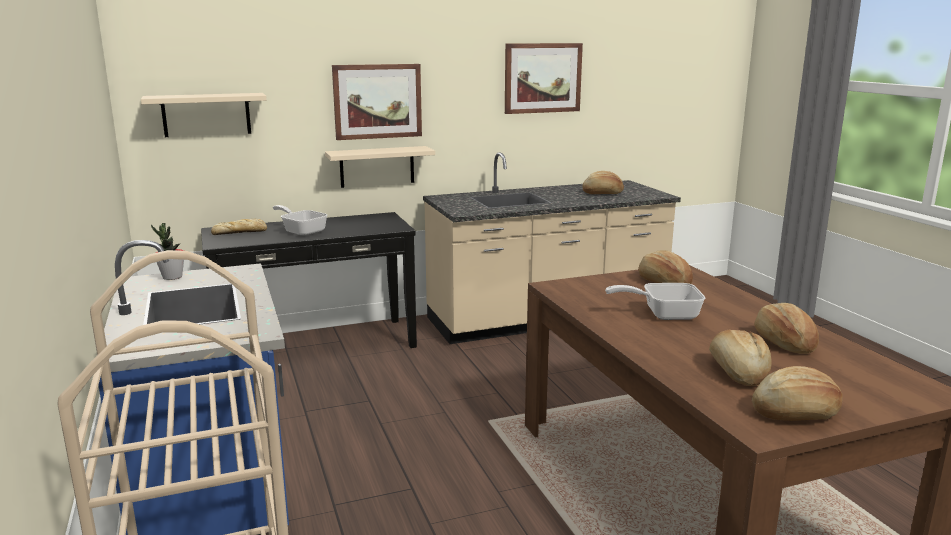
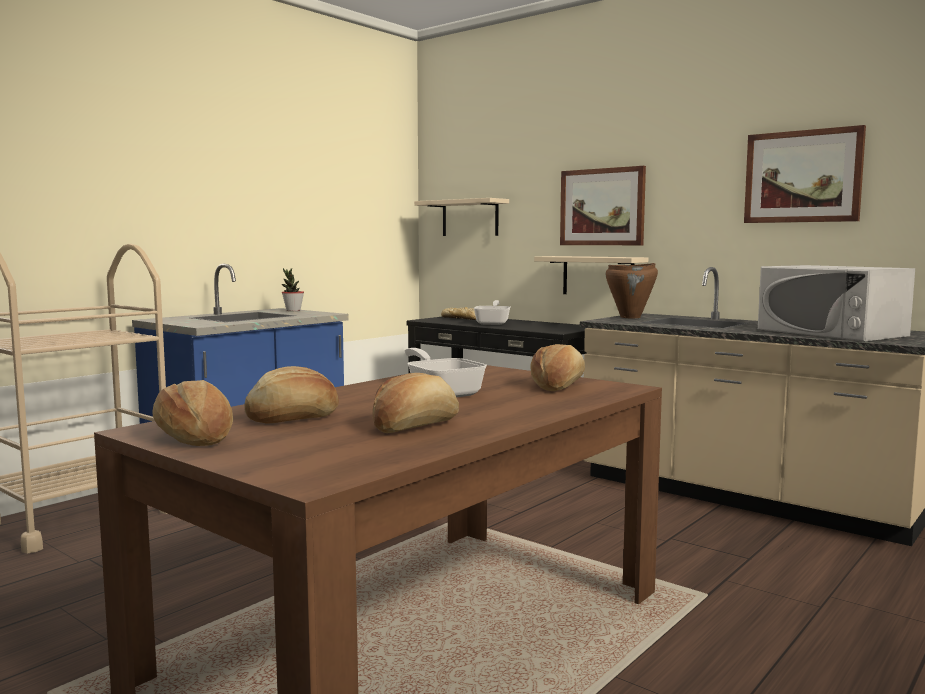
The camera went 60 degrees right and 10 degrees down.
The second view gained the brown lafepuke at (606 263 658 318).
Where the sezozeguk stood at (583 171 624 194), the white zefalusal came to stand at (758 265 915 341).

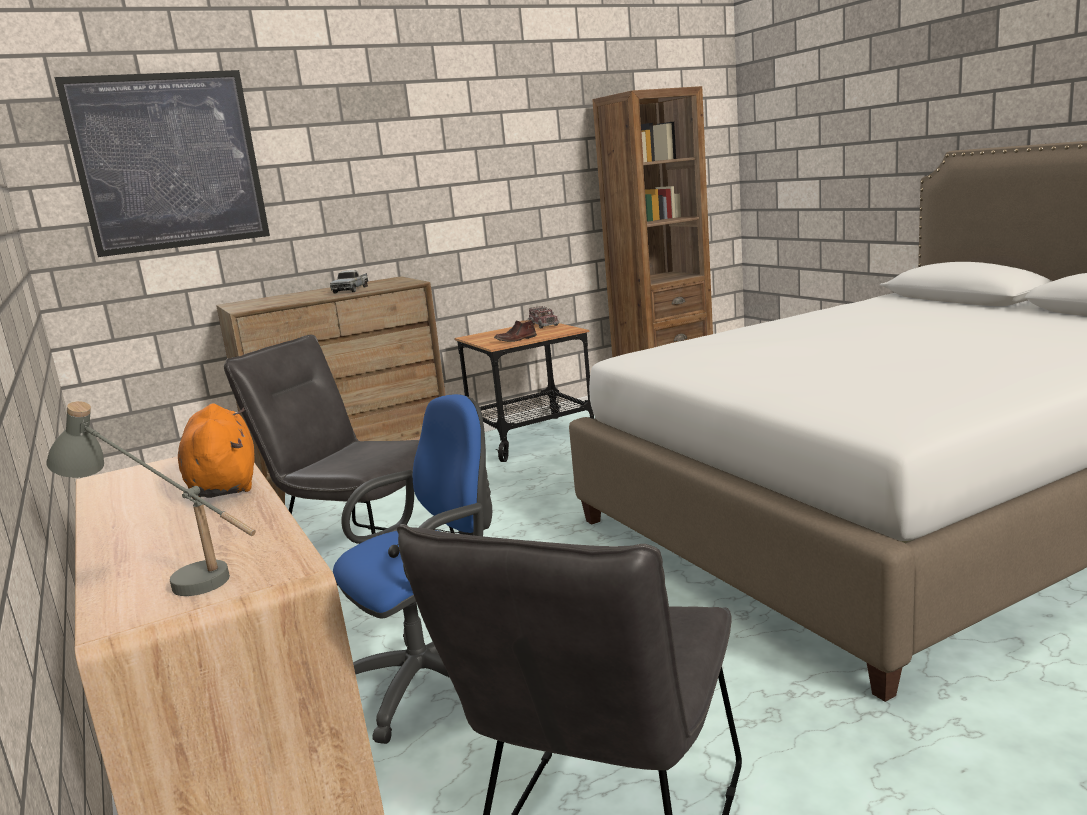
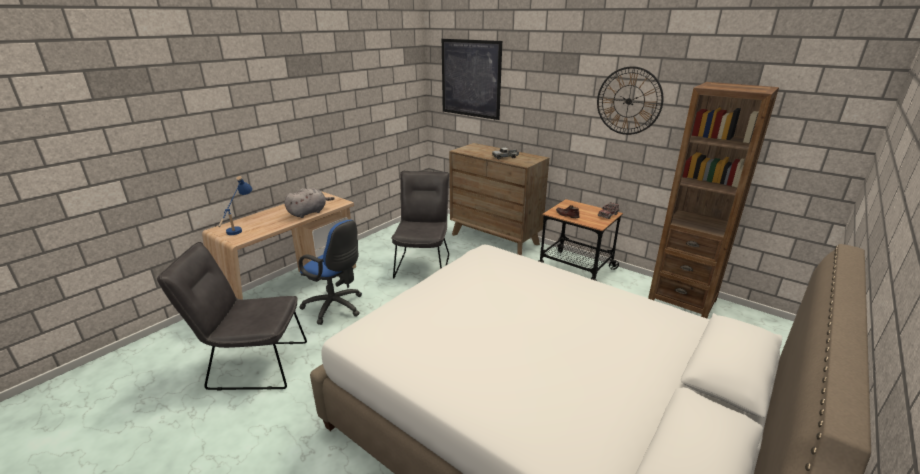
The camera went 65 degrees right and 10 degrees up.
What was the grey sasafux at (46 401 256 596) turned into the blue sasafux at (218 176 252 235).
What was the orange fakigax at (178 403 255 500) turned into the grey fakigax at (284 188 335 218).
The second view gained the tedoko at (597 66 664 135).

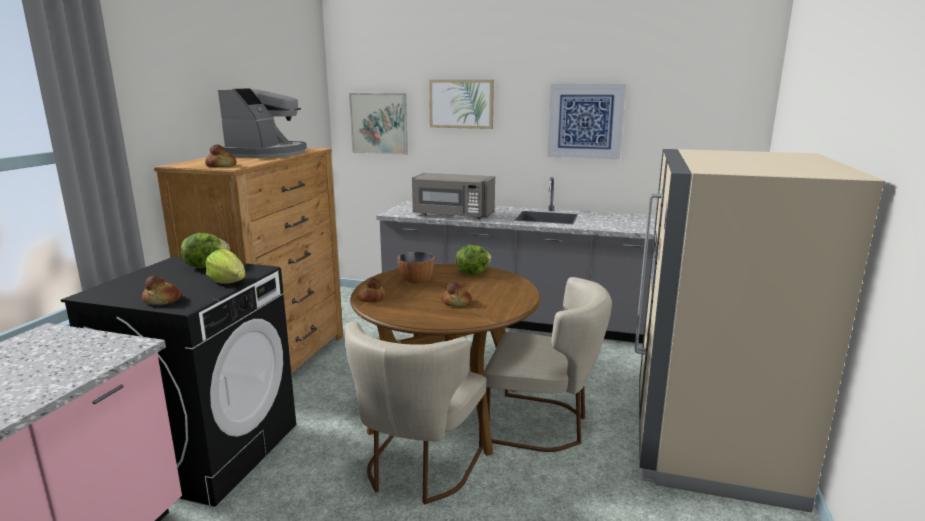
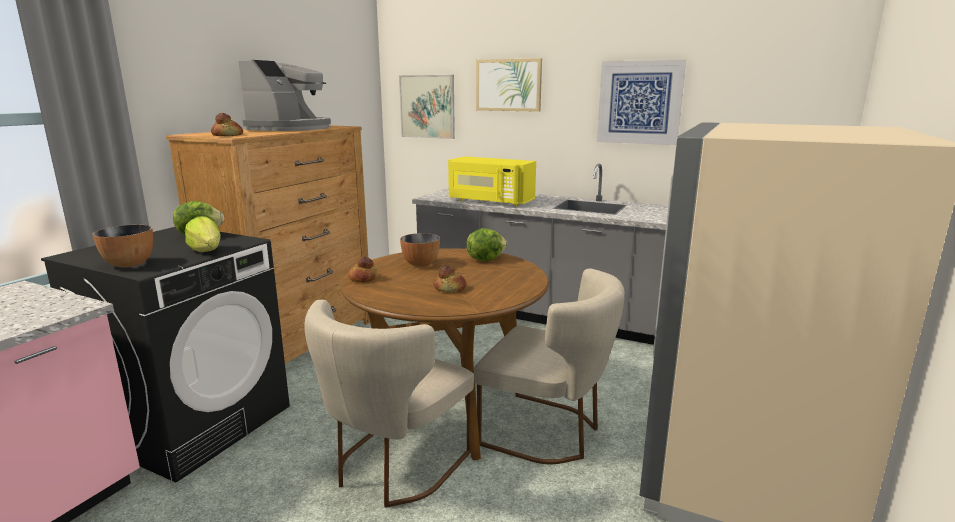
The camera went 10 degrees right and 0 degrees up.
Where the sezozeguk stood at (142 275 181 305), the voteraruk came to stand at (93 225 153 268).
What was the grey zefalusal at (412 173 495 219) turned into the yellow zefalusal at (448 157 536 206).

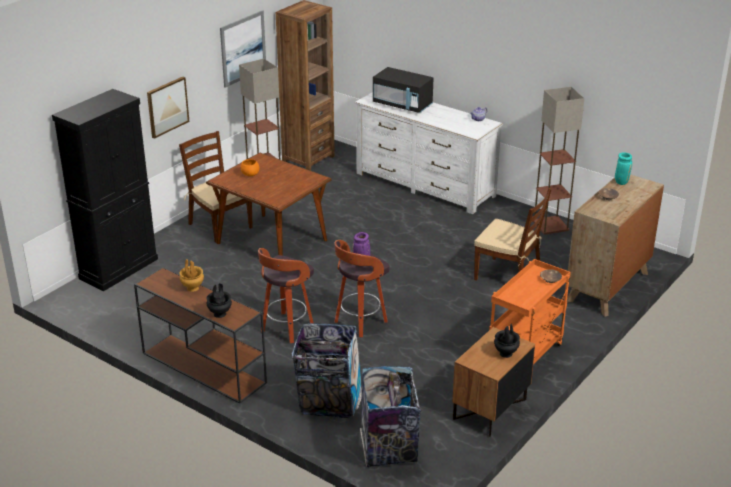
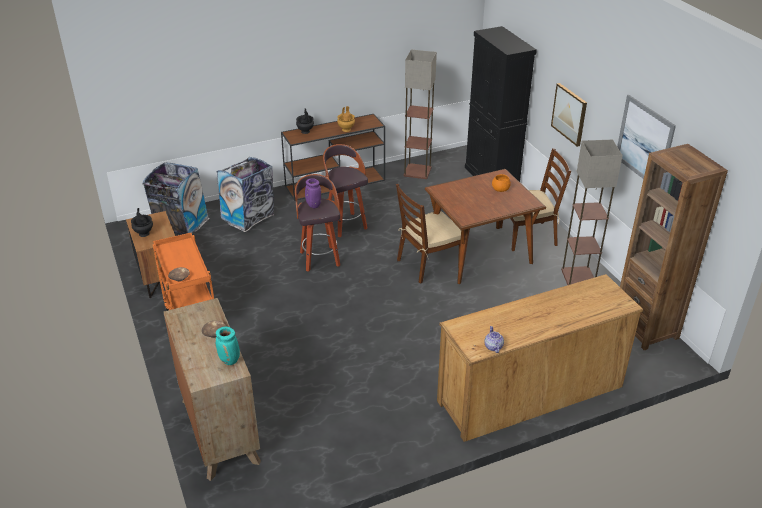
The camera went 120 degrees right and 5 degrees up.
The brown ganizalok ended up elsewhere, having gone from (474 188 551 281) to (396 184 461 284).
The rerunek ended up elsewhere, having gone from (533 87 585 235) to (404 50 437 179).
What was the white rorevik at (355 92 503 214) turned into the brown rorevik at (437 274 643 442).
The second view lost the black zefalusal at (373 67 433 113).

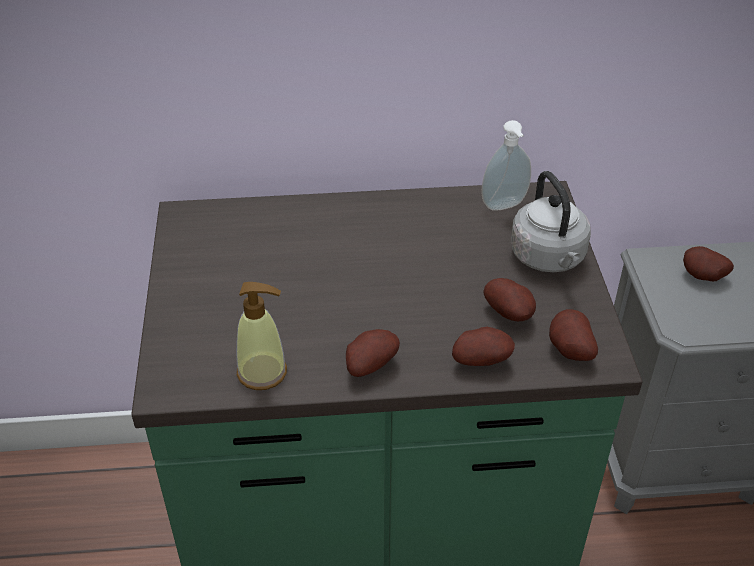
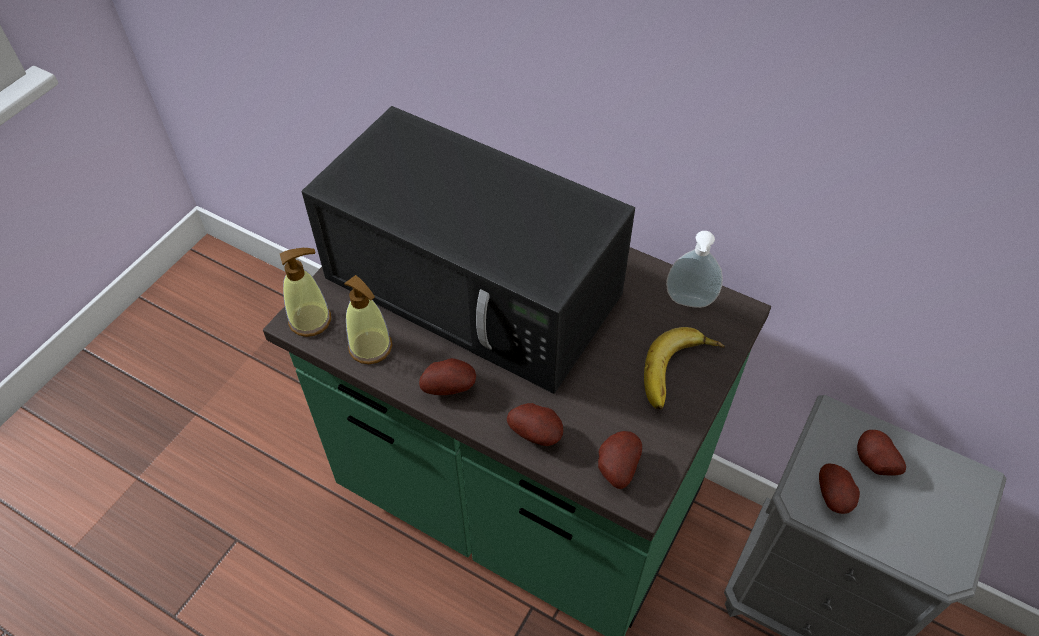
The camera went 35 degrees right and 10 degrees up.
The second view gained the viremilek at (280 248 331 337).
The second view gained the black zefalusal at (301 106 635 394).
Where the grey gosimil stood at (511 171 591 272), the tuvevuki came to stand at (644 327 725 410).
The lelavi ended up elsewhere, having gone from (483 278 536 321) to (819 463 860 514).

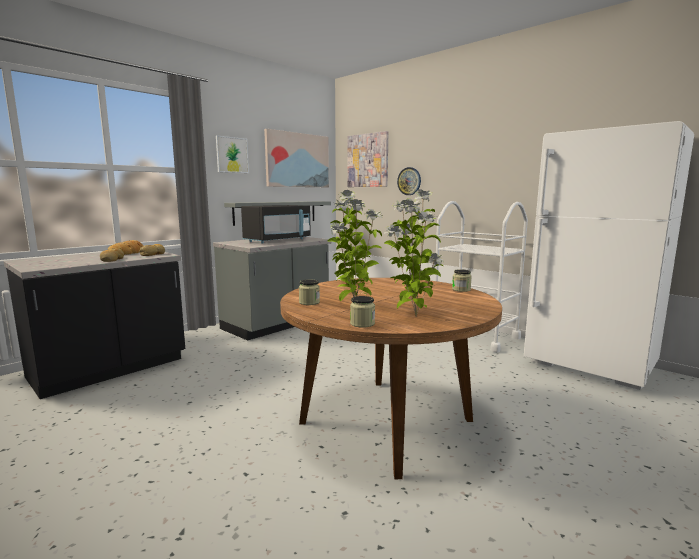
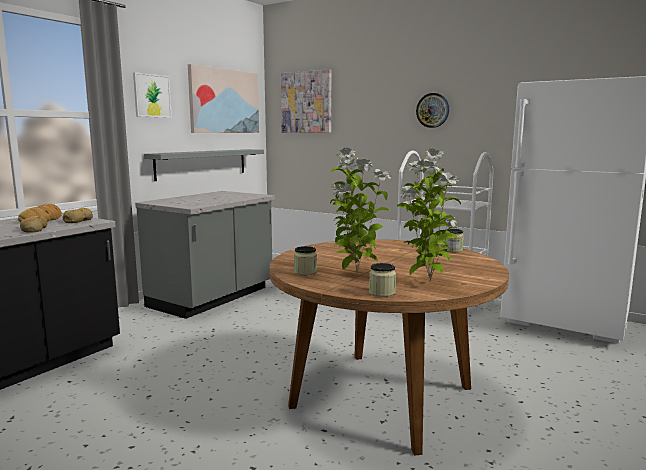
The camera went 10 degrees left and 0 degrees up.
The tedoko ended up elsewhere, having gone from (397 167 421 195) to (416 93 449 128).
The second view lost the black zefalusal at (241 205 311 243).

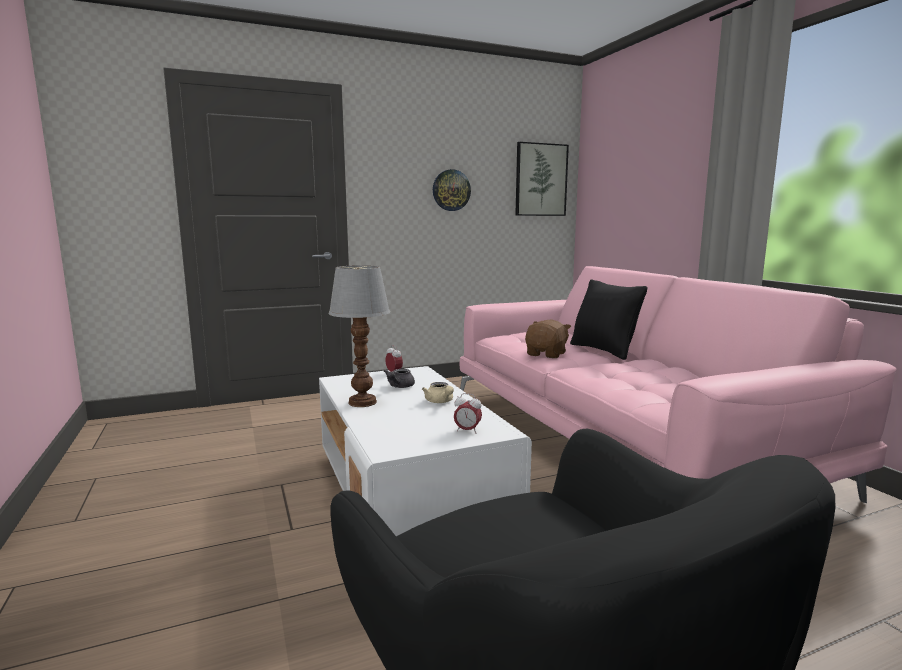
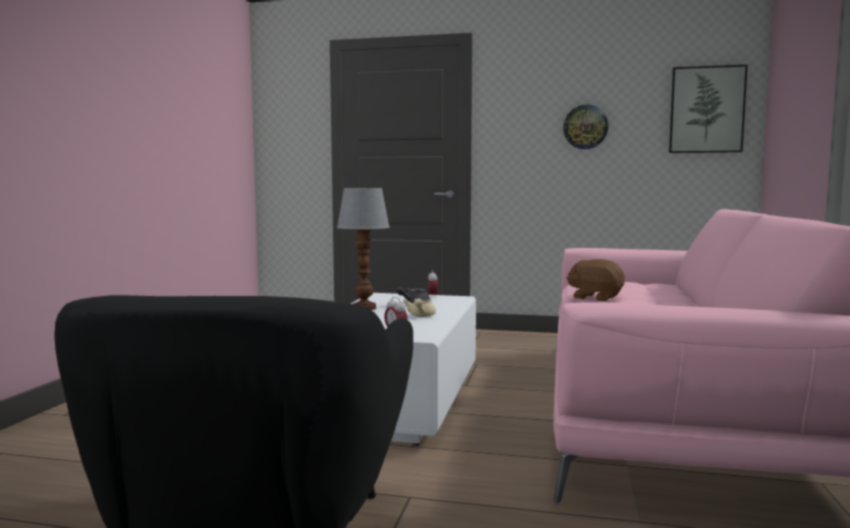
The camera went 35 degrees right and 5 degrees down.
The brown fakigax at (525 319 571 358) ended up facing another way, 120 degrees counterclockwise from before.
The second view lost the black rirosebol at (570 279 648 360).

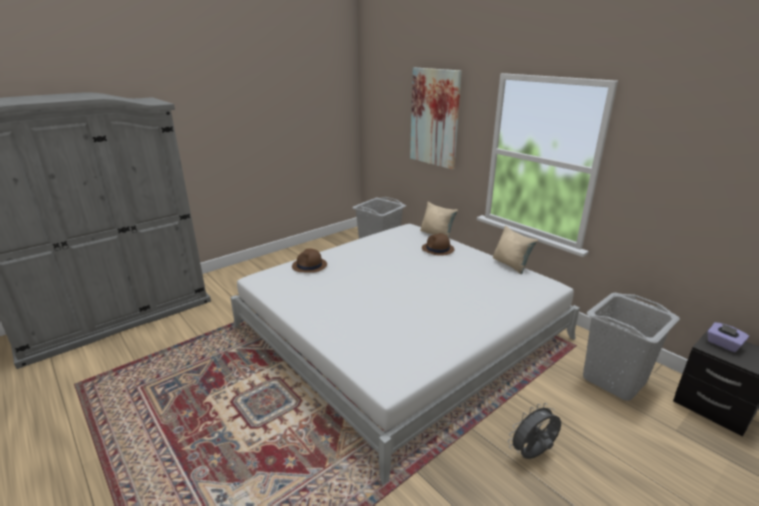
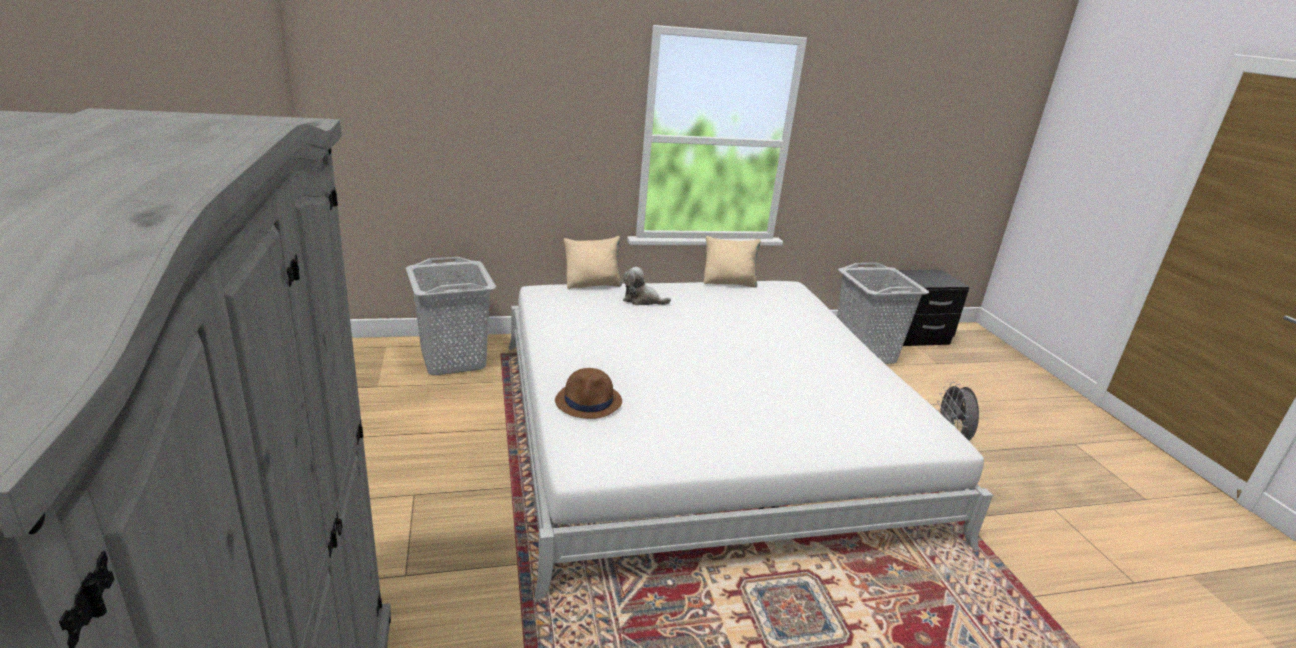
The camera went 65 degrees left and 0 degrees up.
Where the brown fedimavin stood at (422 233 454 256), the fakigax came to stand at (623 267 671 305).
The second view lost the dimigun at (410 68 462 170).
The second view lost the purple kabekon at (707 322 749 352).

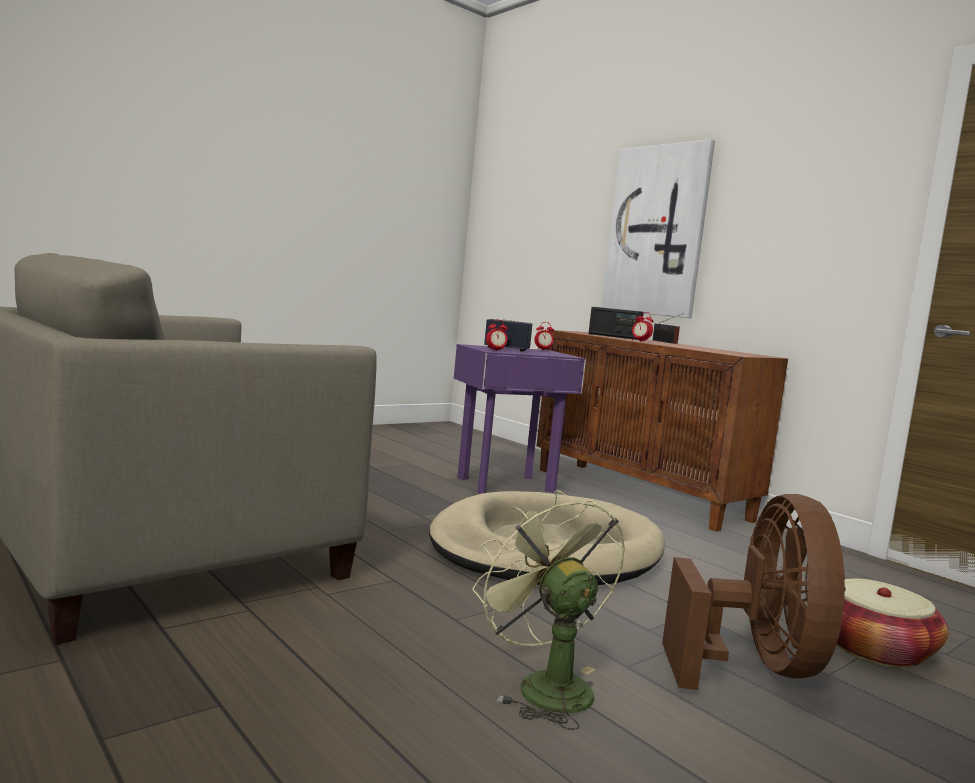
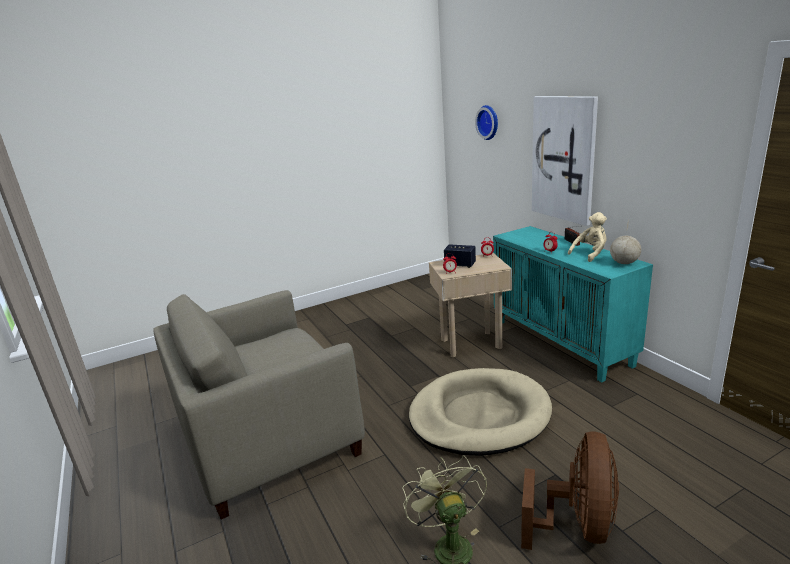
The camera went 15 degrees right and 15 degrees up.
What was the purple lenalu at (454 344 586 494) turned into the beige lenalu at (429 253 512 357).
The second view gained the tedoko at (475 105 498 140).
What was the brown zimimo at (537 330 788 532) turned into the turquoise zimimo at (493 226 653 383).
The second view gained the beige fakigax at (568 212 607 262).
The second view gained the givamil at (610 220 641 264).
The second view lost the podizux at (588 307 644 340).
The second view lost the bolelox at (837 578 949 668).

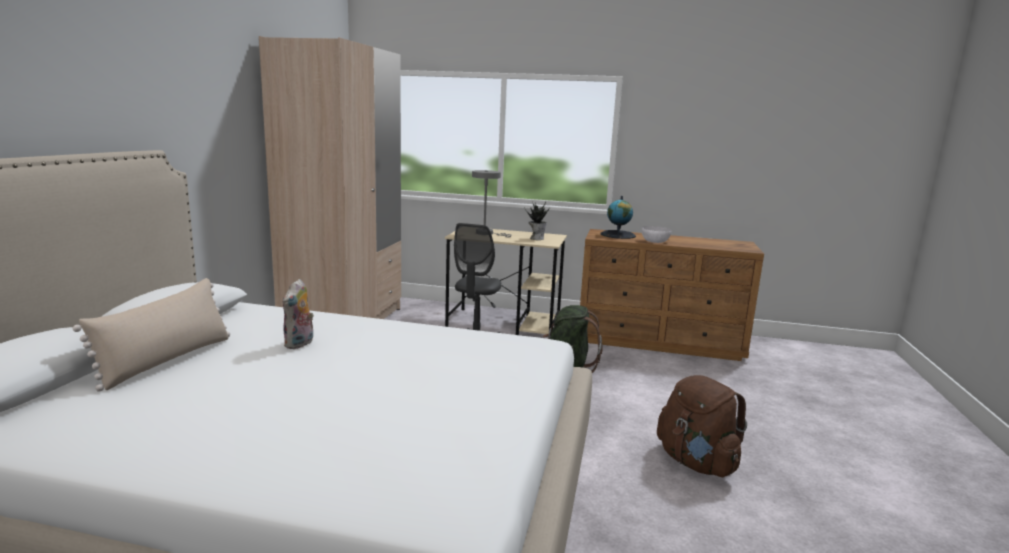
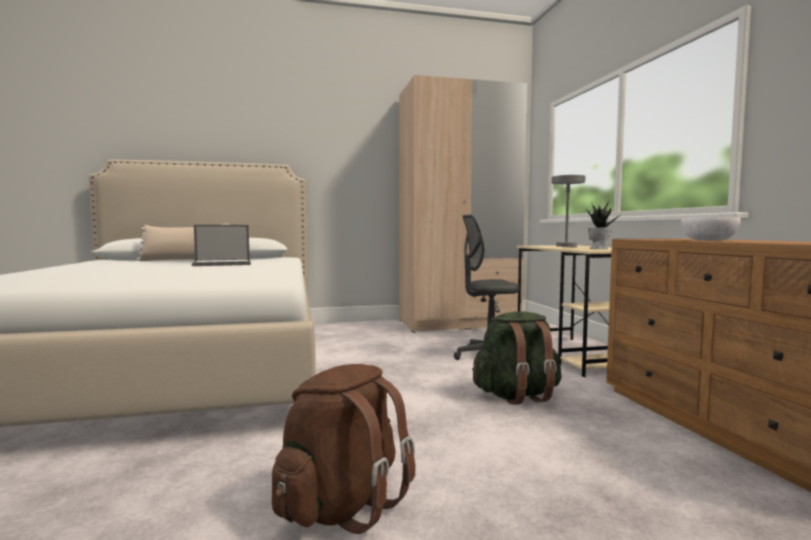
The camera went 65 degrees right and 10 degrees down.
Where the fakigax stood at (283 279 314 349), the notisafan came to stand at (192 225 251 266).
The second view lost the givamil at (600 196 636 239).

